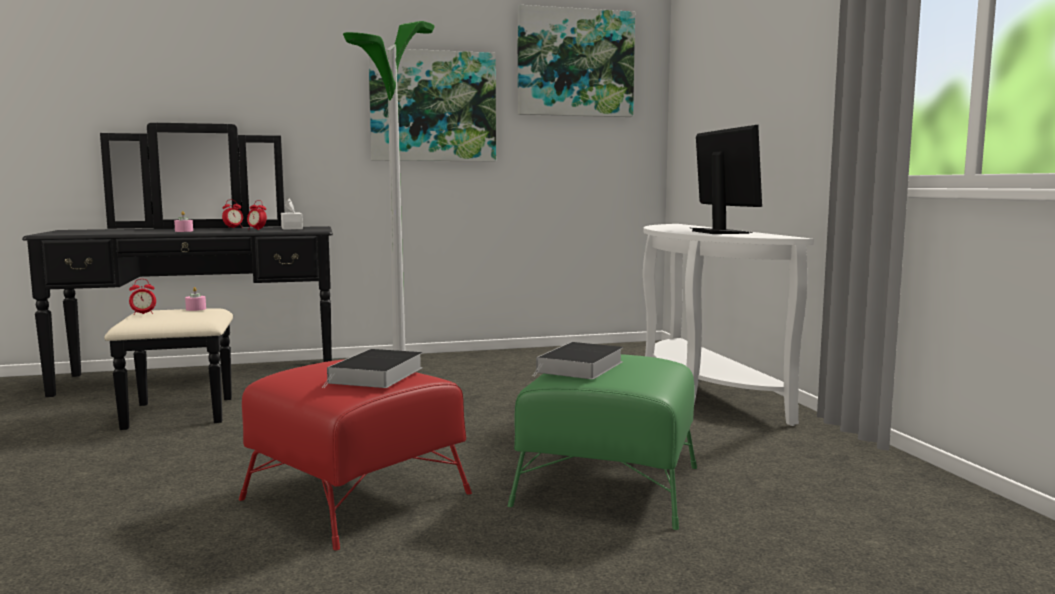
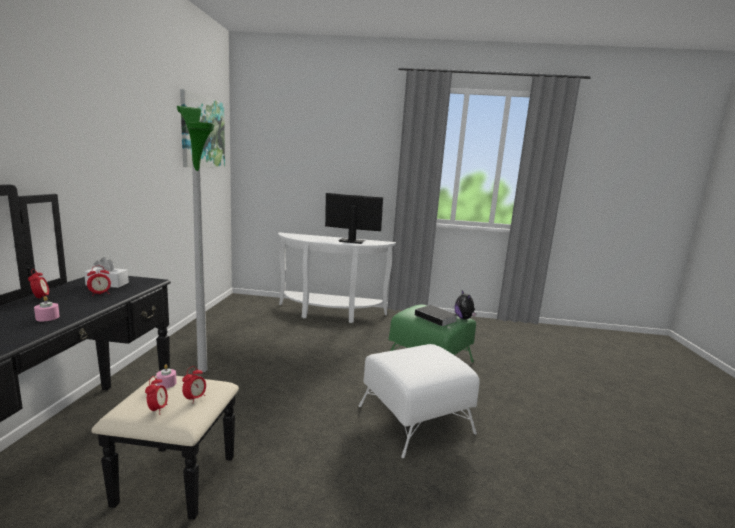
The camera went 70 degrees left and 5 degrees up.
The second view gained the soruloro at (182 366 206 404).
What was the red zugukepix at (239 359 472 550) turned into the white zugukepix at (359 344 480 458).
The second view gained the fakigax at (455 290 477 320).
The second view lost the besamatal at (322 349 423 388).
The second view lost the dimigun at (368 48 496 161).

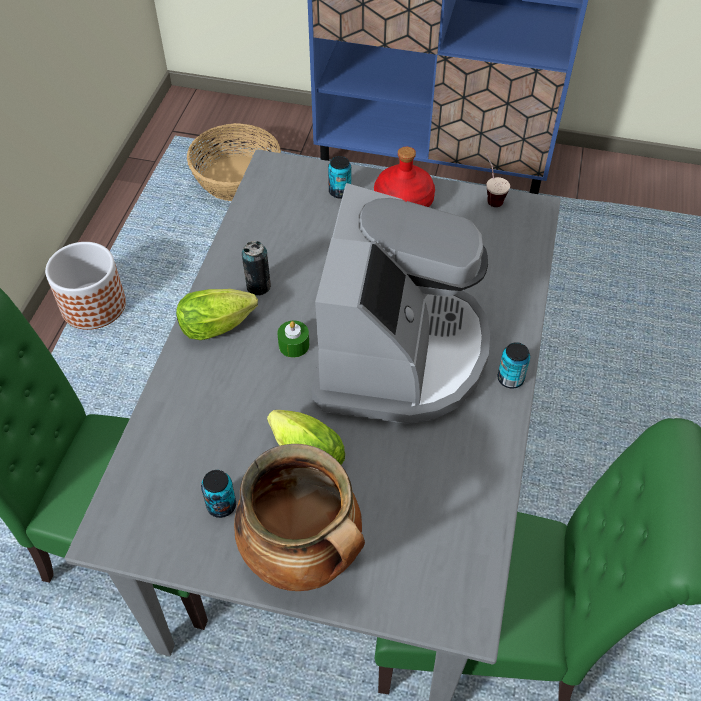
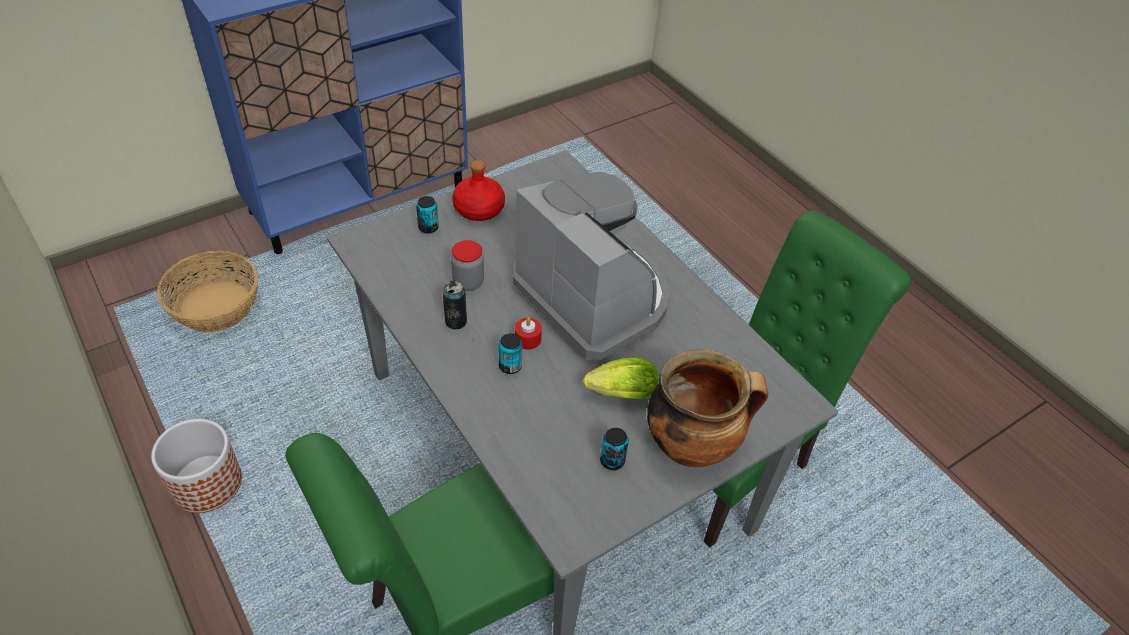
The camera went 50 degrees left and 5 degrees down.
The second view gained the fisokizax at (451 240 484 291).
The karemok ended up elsewhere, having gone from (497 342 530 389) to (499 333 522 374).
What was the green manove at (277 321 309 358) turned into the red manove at (515 317 542 350).
The second view lost the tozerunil at (176 289 258 340).
The second view lost the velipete at (486 153 510 207).

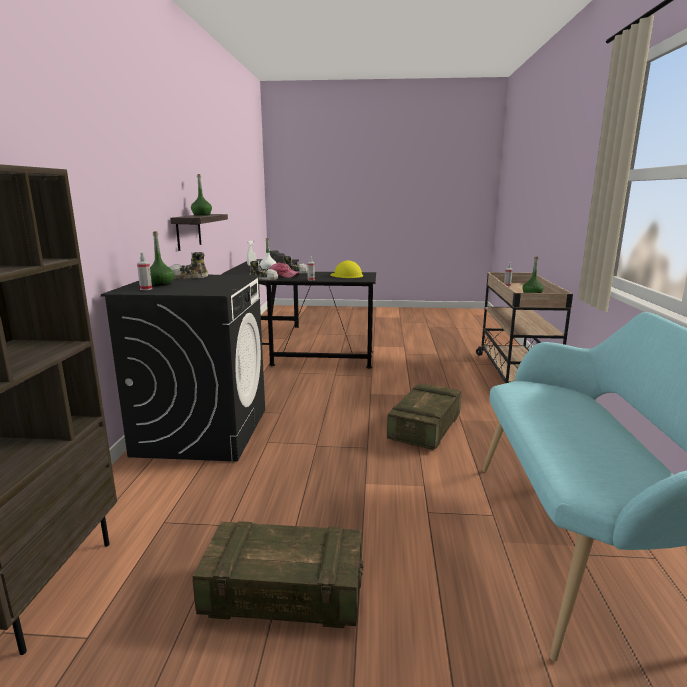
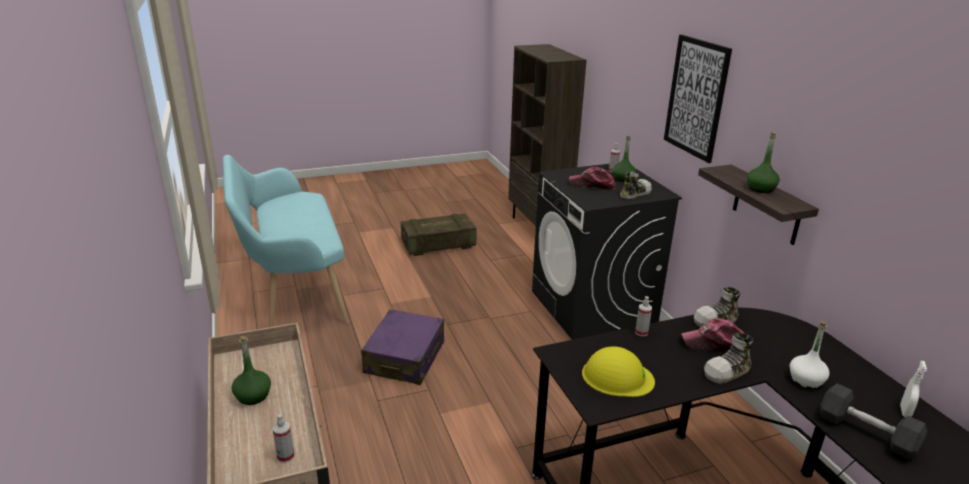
The camera went 155 degrees right and 10 degrees up.
Where the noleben stood at (387 383 462 450), the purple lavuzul came to stand at (361 309 444 385).
The second view gained the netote at (569 167 616 190).
The second view gained the dimigun at (664 34 732 163).

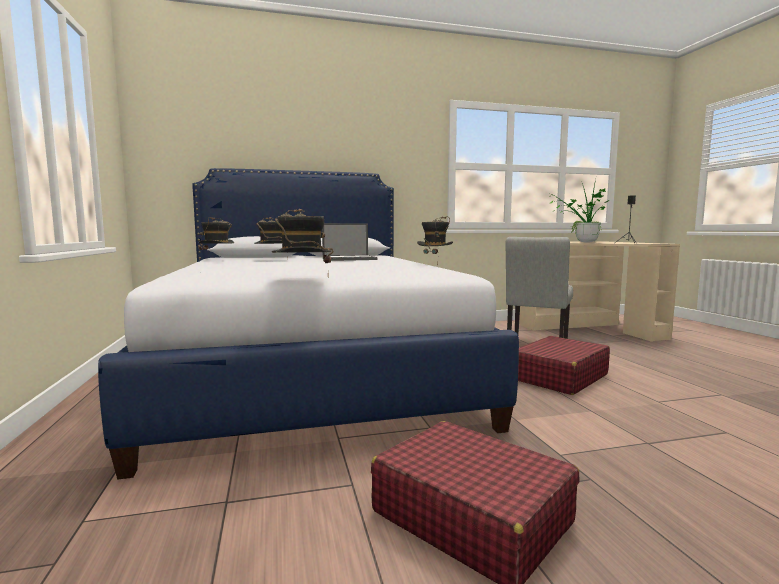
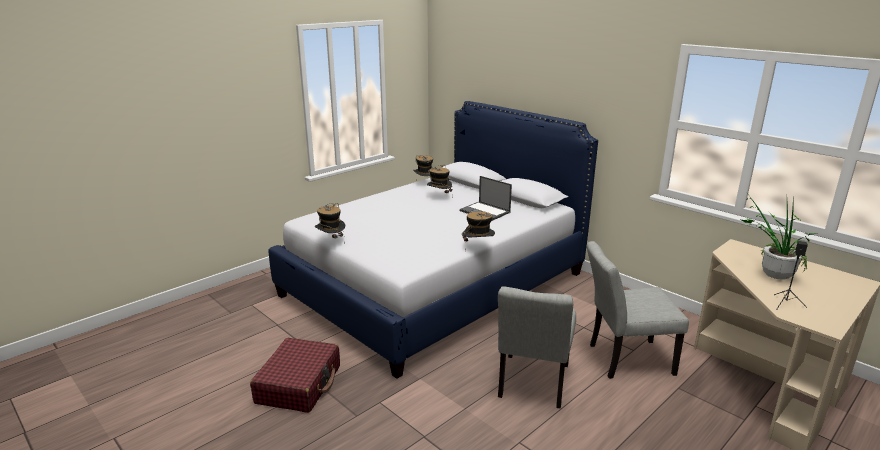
The camera went 60 degrees right and 15 degrees up.
Where the red lavuzul stood at (518 336 610 395), the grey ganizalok came to stand at (498 287 576 408).

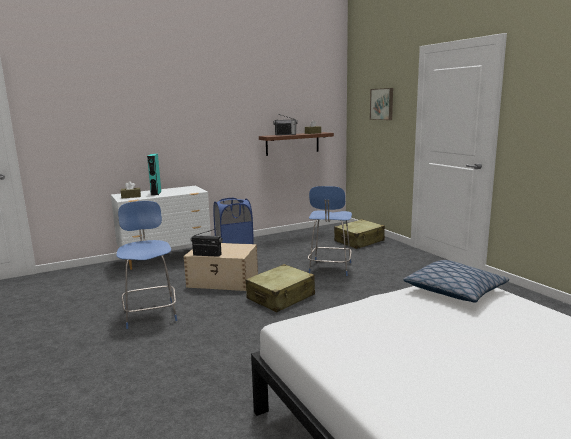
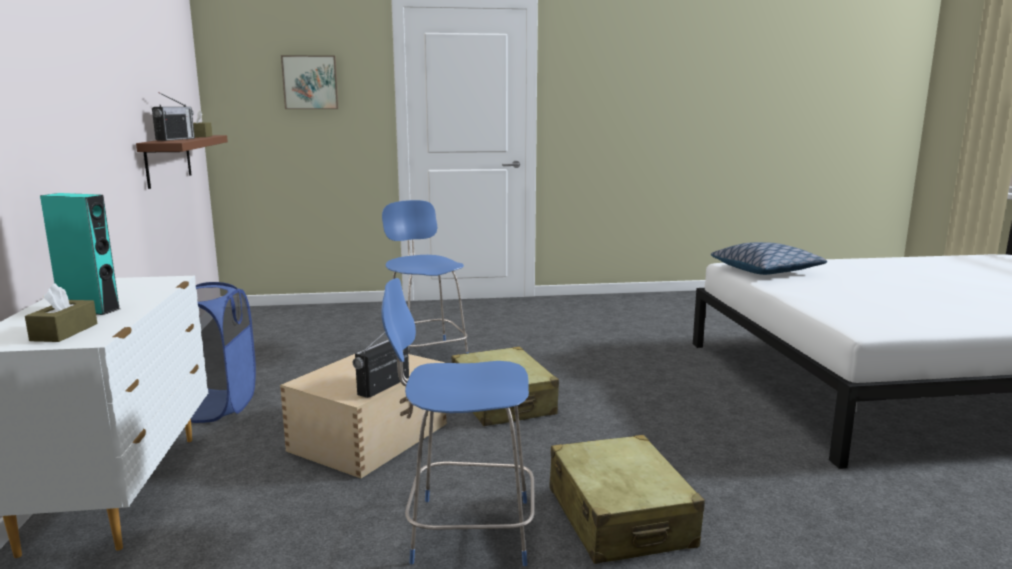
The camera went 70 degrees left and 0 degrees up.
The blue ganizalok at (308 186 352 276) ended up facing another way, 150 degrees counterclockwise from before.
The beige lavuzul ended up elsewhere, having gone from (334 219 385 249) to (549 435 705 564).

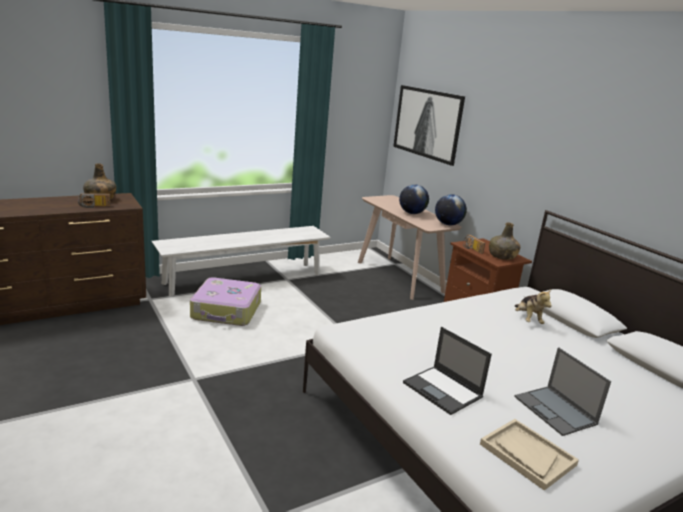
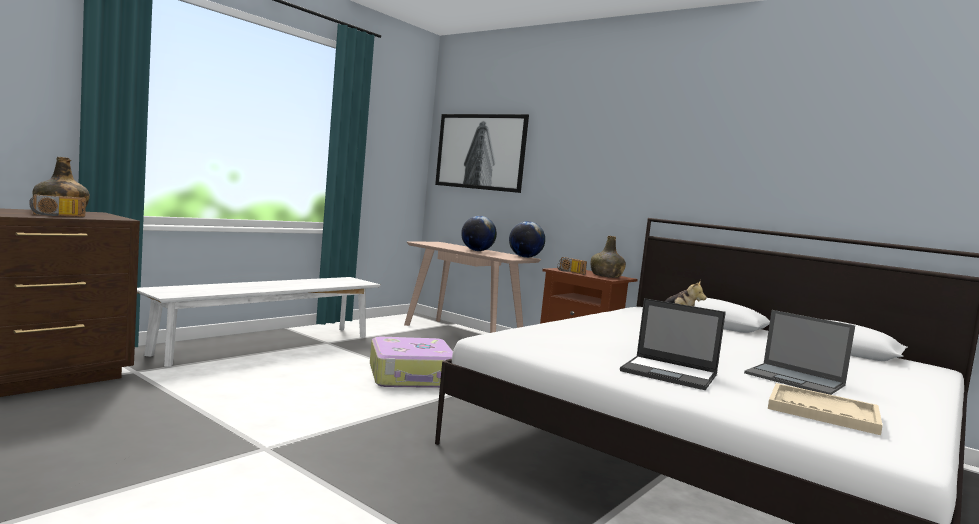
The camera went 20 degrees left and 15 degrees down.
The lavuzul ended up elsewhere, having gone from (190 277 261 326) to (370 337 453 388).

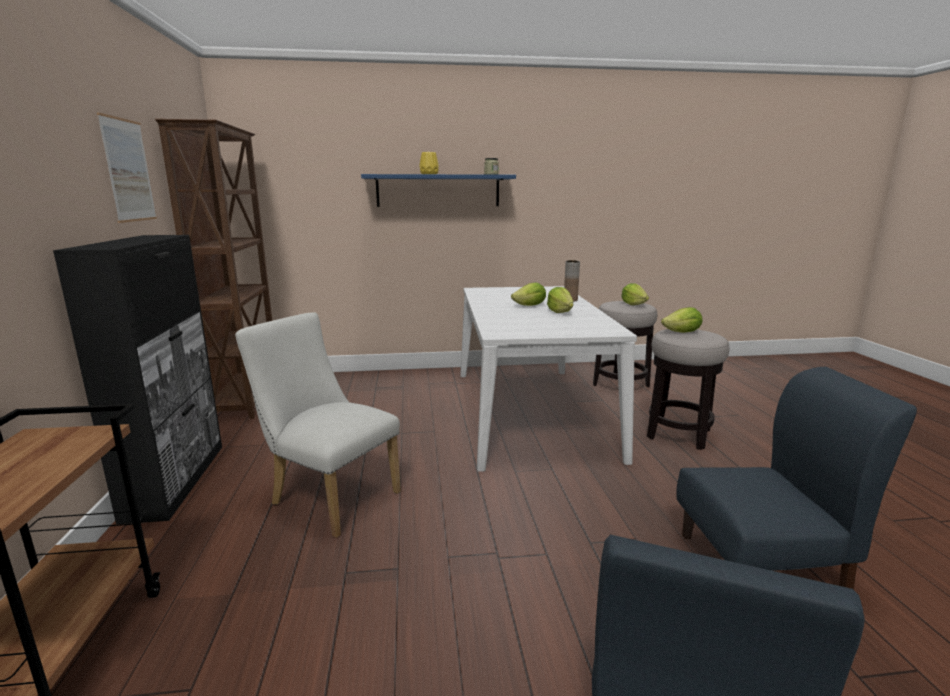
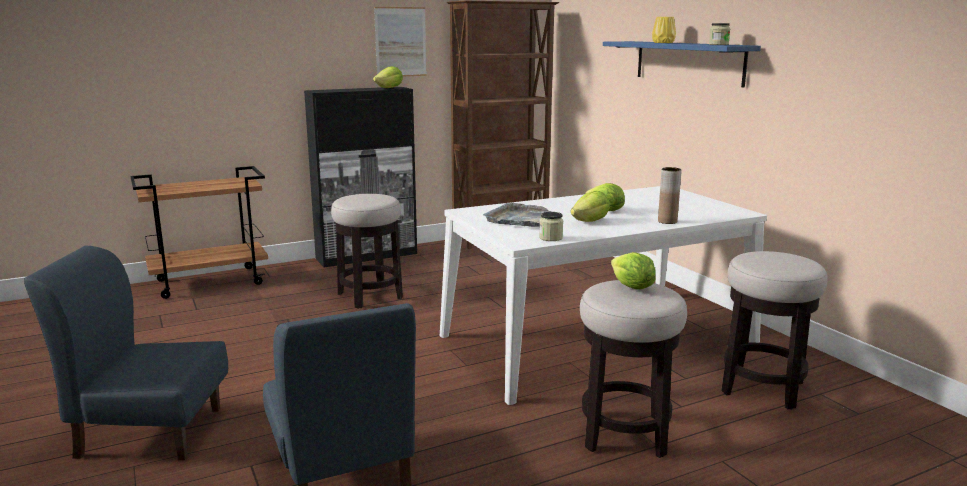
The camera went 70 degrees right and 0 degrees up.
Where the white ganizalok stood at (235 312 401 538), the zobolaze came to stand at (331 194 403 308).
The tozerunil ended up elsewhere, having gone from (621 283 649 305) to (373 66 403 88).
The second view gained the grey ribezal at (483 203 552 227).
The second view gained the fisokizax at (539 212 563 241).

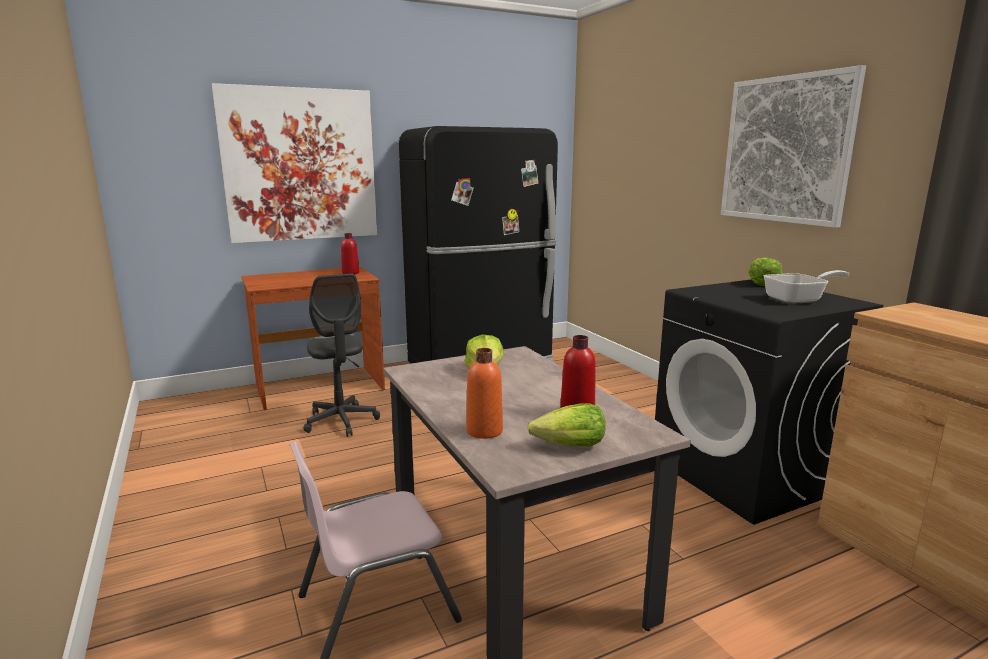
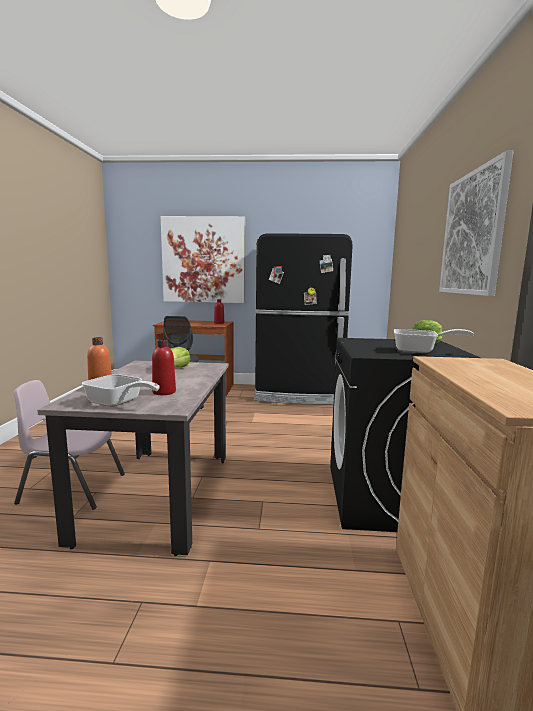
The camera went 30 degrees right and 5 degrees down.
Where the tozerunil stood at (527 403 606 447), the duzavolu came to stand at (82 374 160 407).

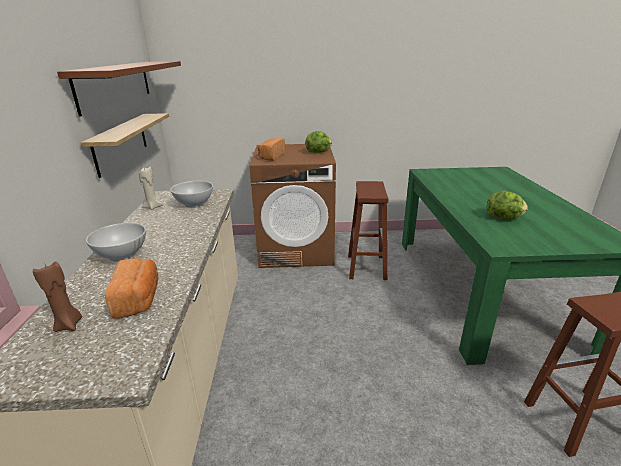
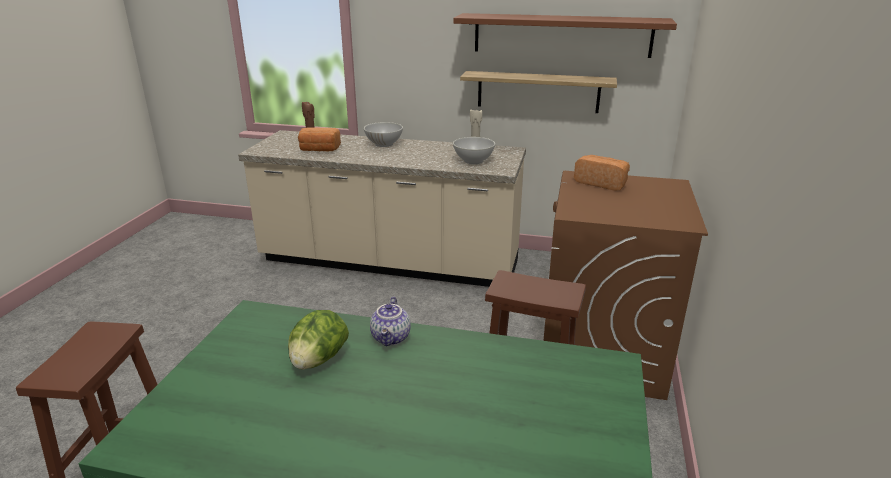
The camera went 105 degrees right and 0 degrees up.
The second view gained the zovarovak at (370 297 411 346).
The second view lost the tozerunil at (305 131 332 153).

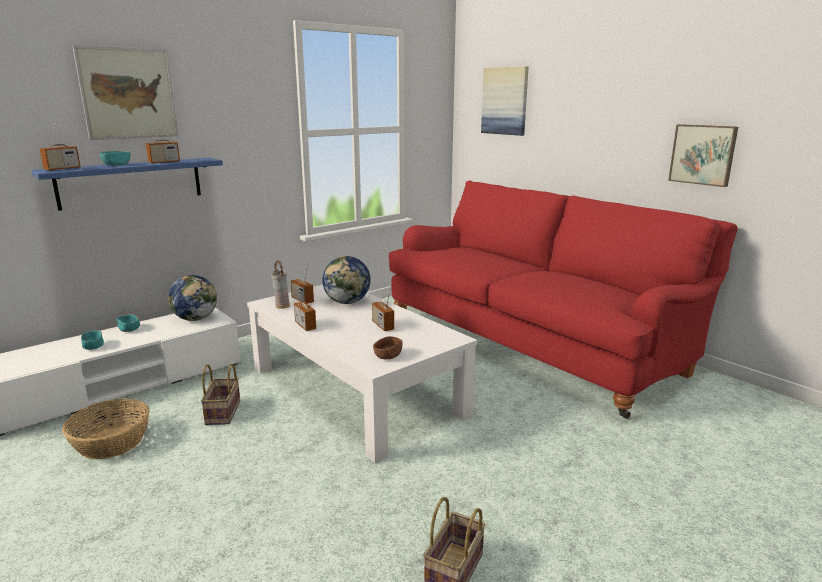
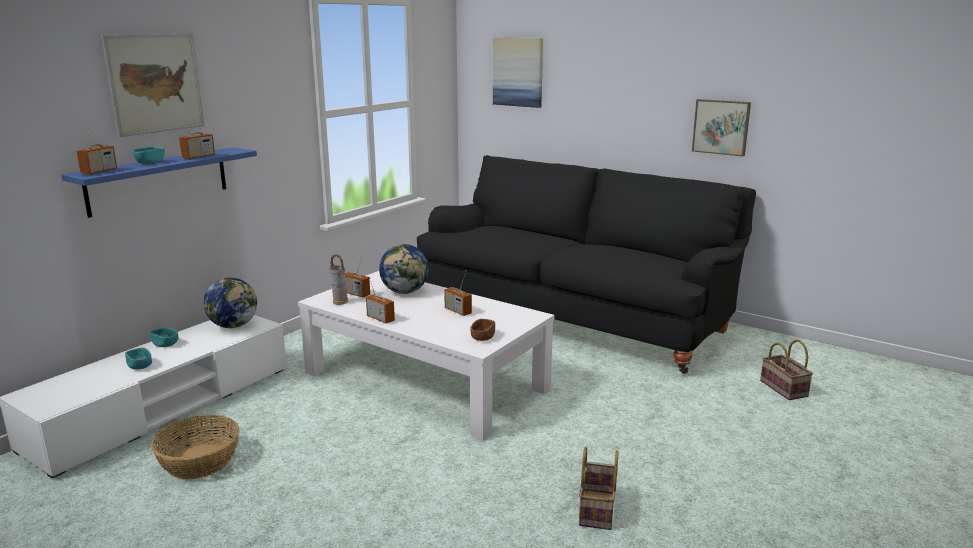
The camera went 15 degrees left and 0 degrees up.
What was the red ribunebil at (389 180 738 419) turned into the black ribunebil at (417 155 756 374).
The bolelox ended up elsewhere, having gone from (201 364 240 425) to (760 340 813 400).

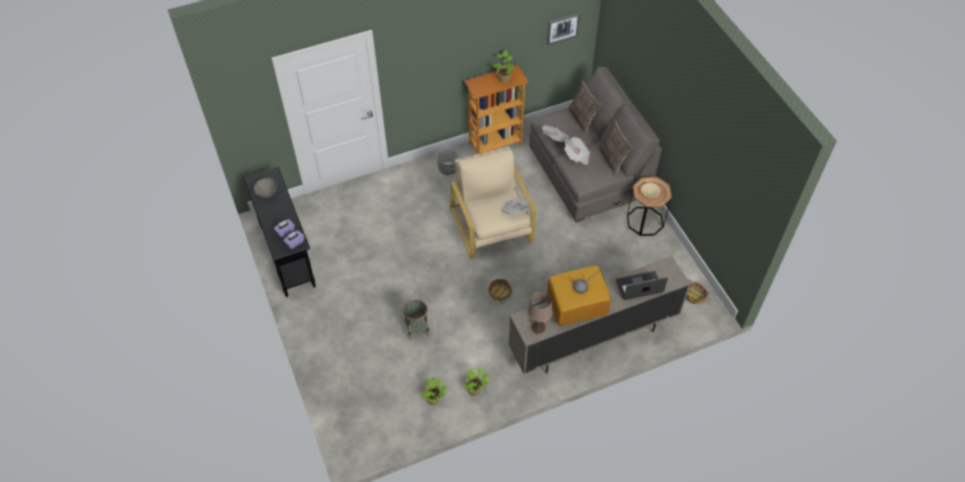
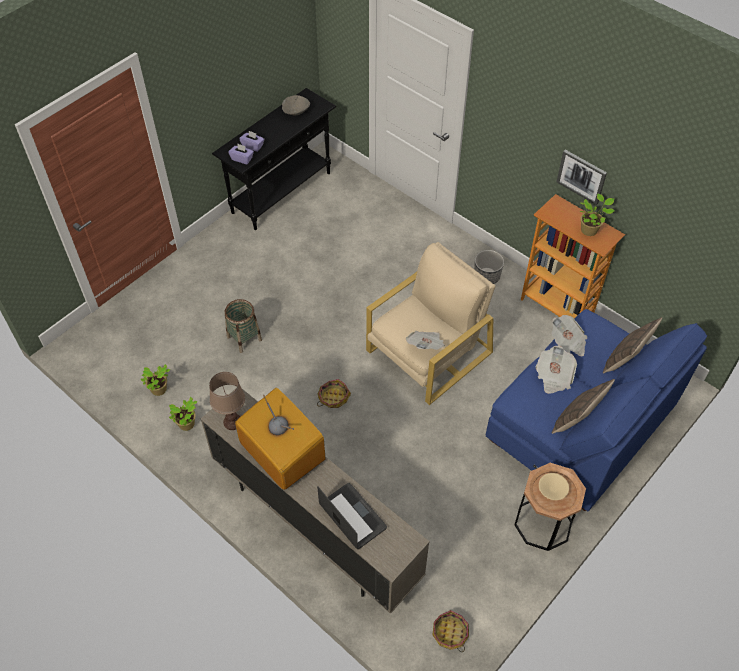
The camera went 65 degrees right and 0 degrees up.
What was the grey ribunebil at (529 67 662 222) turned into the blue ribunebil at (486 309 707 511).
The dimigun ended up elsewhere, having gone from (547 13 580 45) to (556 150 607 205).

